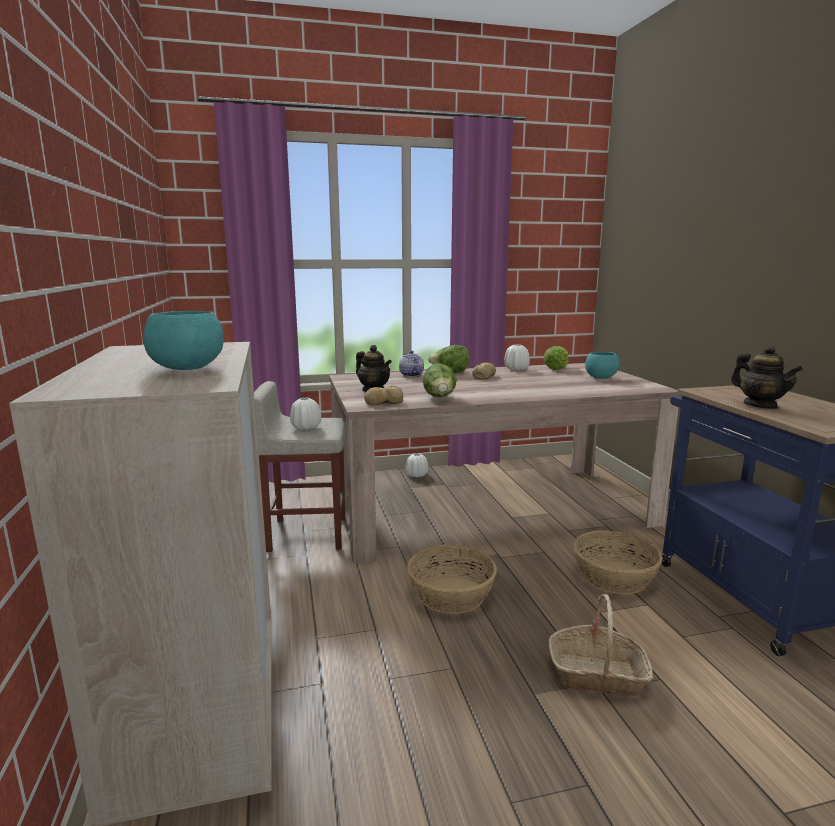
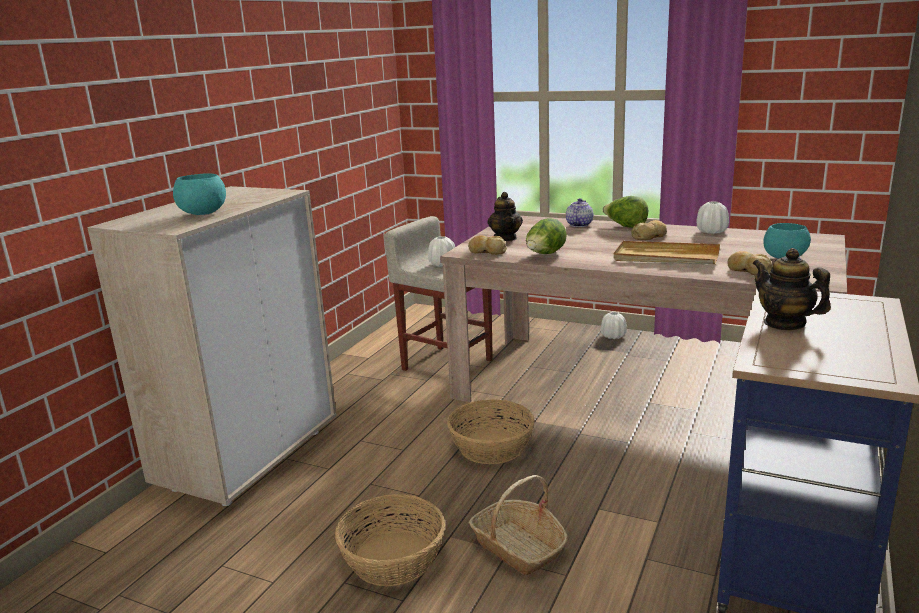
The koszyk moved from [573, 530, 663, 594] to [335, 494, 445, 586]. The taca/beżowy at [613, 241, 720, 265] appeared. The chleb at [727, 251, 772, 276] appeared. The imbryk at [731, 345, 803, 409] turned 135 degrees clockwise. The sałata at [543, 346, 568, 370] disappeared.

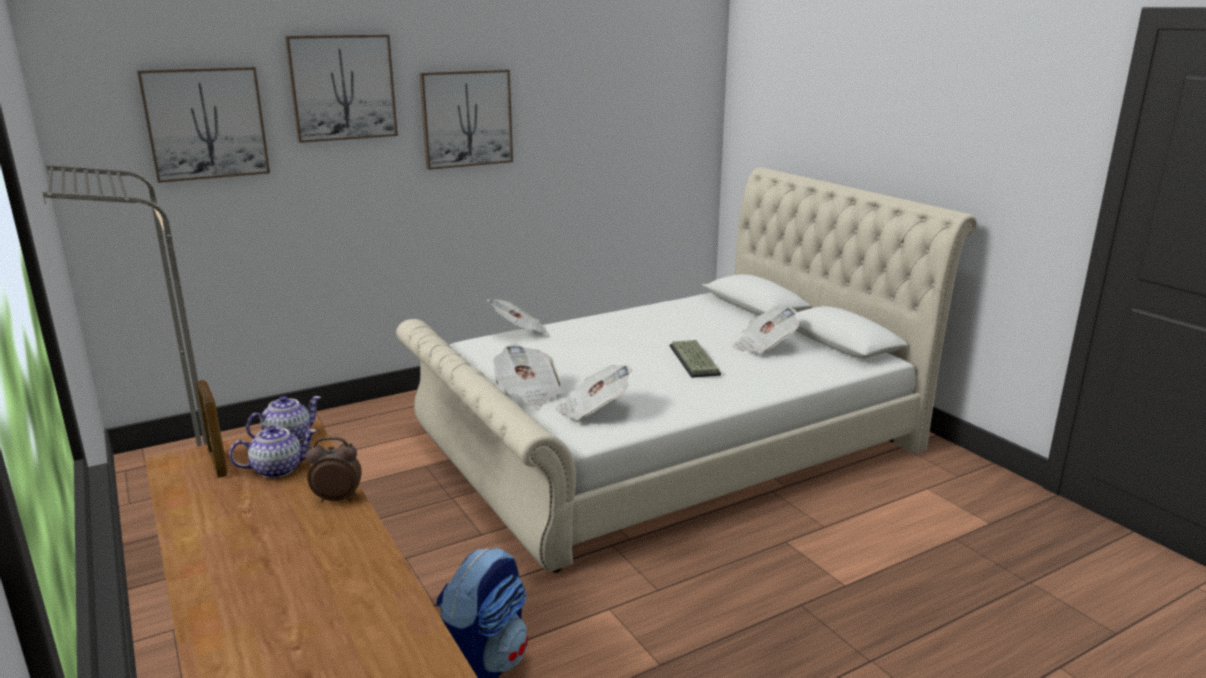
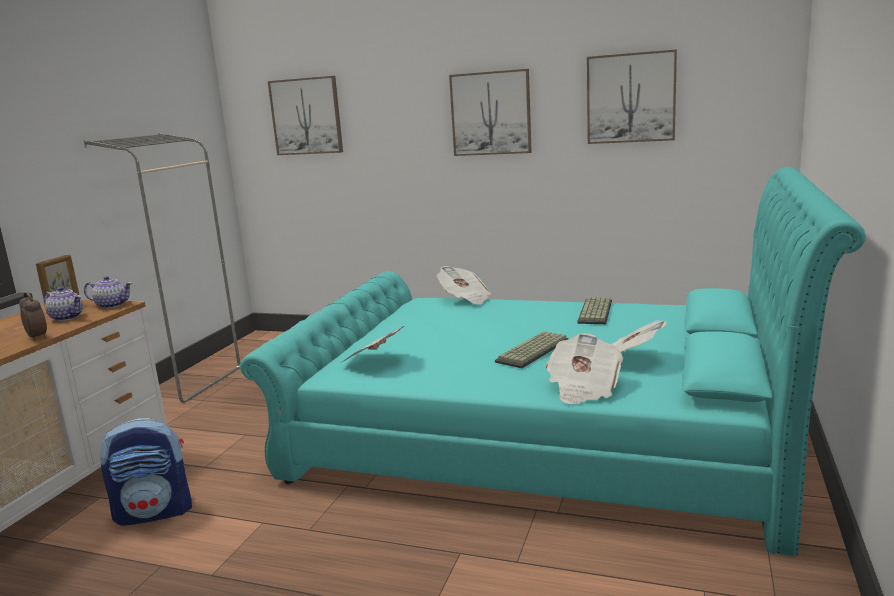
The łóżko/beżowy at [396, 167, 977, 573] became the łóżko/turkusowy at [240, 167, 866, 556]. The gazeta moved from [493, 344, 563, 408] to [546, 333, 623, 404]. The klawiatura at [577, 297, 612, 324] appeared. The obraz moved from [285, 35, 398, 143] to [587, 49, 677, 144].

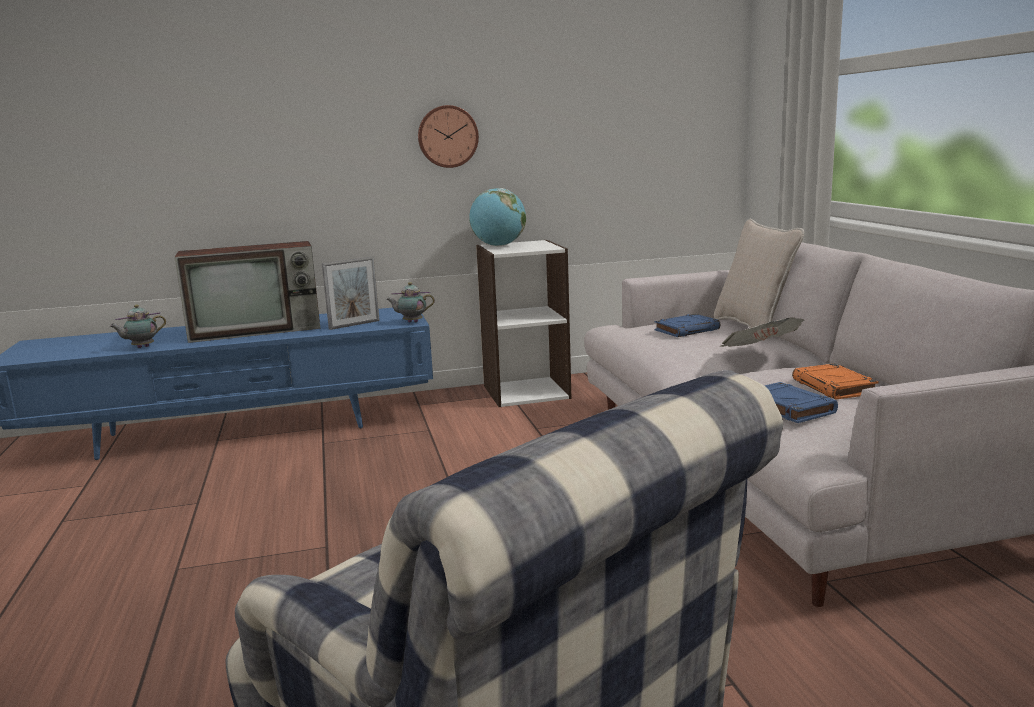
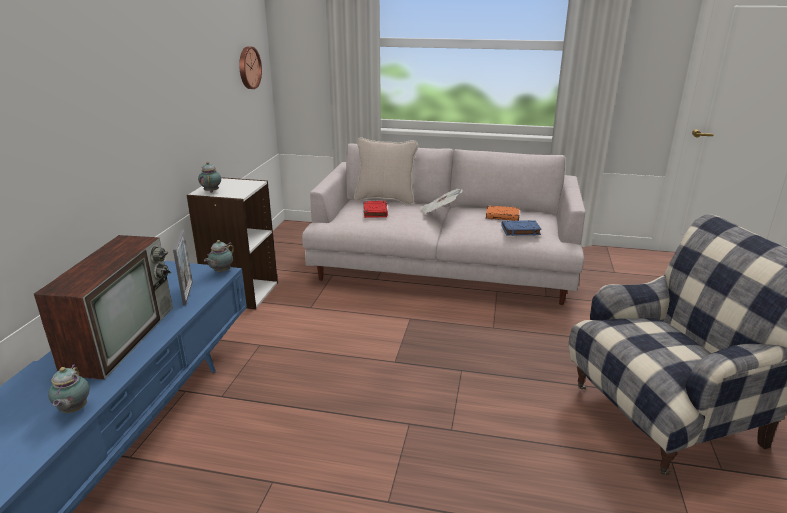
The globus at [469, 188, 526, 246] was replaced by the imbryk at [198, 162, 221, 193]. The zegar ścienny moved from [418, 105, 479, 168] to [239, 47, 262, 89]. The książka/niebieski at [654, 314, 720, 337] became the książka/czerwony at [364, 201, 388, 218].

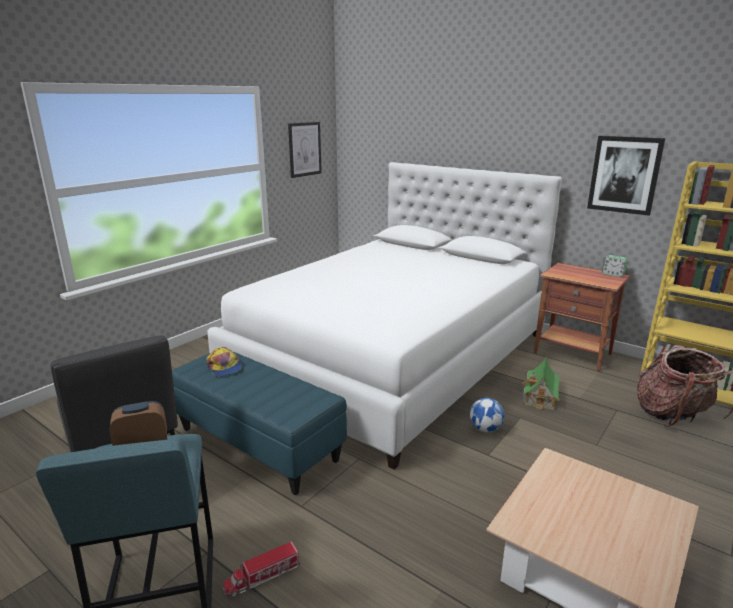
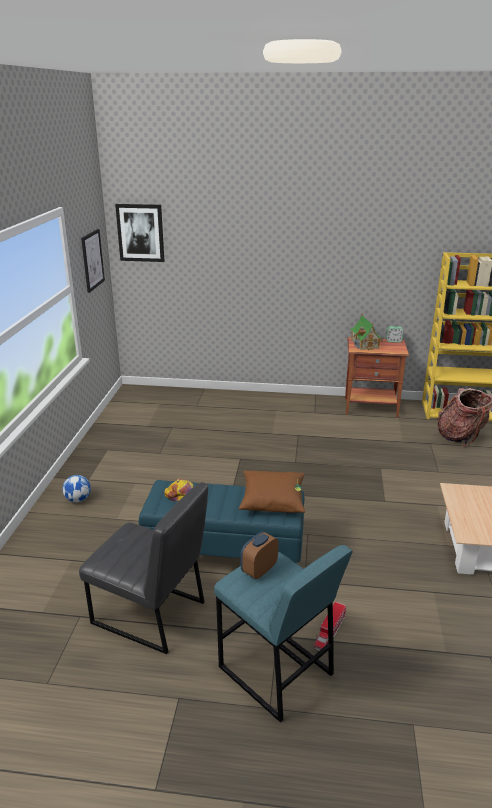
The piłka futbolowa moved from [470, 398, 505, 432] to [62, 475, 91, 502]. The obraz moved from [587, 136, 665, 216] to [115, 204, 164, 262]. The poduszka/brązowy at [239, 470, 305, 513] appeared. The domek moved from [522, 357, 562, 410] to [350, 314, 384, 350]. The łóżko/biały at [207, 162, 562, 470] disappeared.

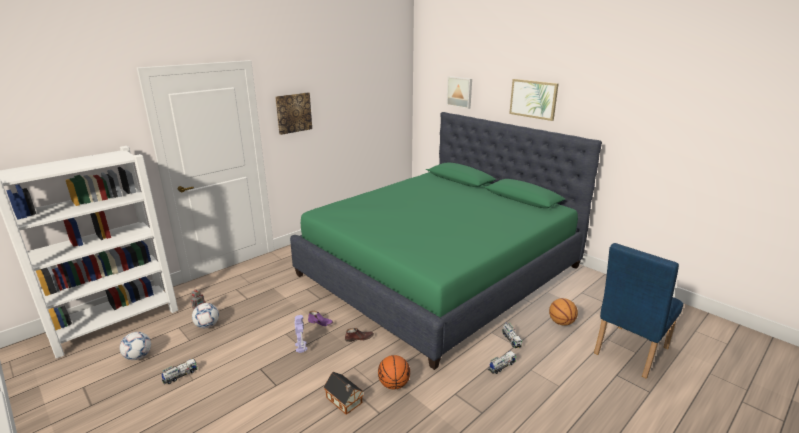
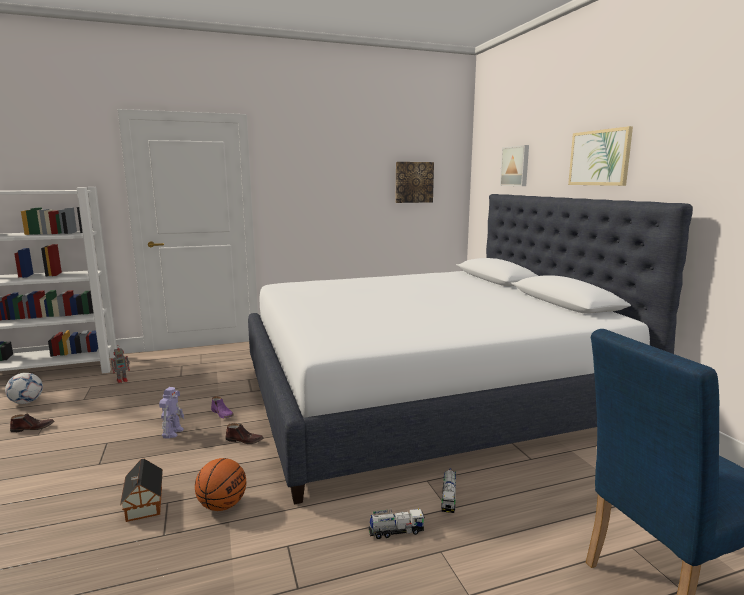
The ciężarówka zabawkowa at [162, 358, 197, 384] was replaced by the but/brązowy at [10, 413, 55, 432]. The łóżko/zielony at [290, 112, 602, 370] became the łóżko/biały at [248, 194, 693, 504]. The obraz moved from [275, 93, 312, 135] to [396, 162, 434, 203]. The piłka futbolowa at [192, 303, 219, 328] disappeared. The piłka do koszykówki at [549, 298, 578, 326] disappeared.

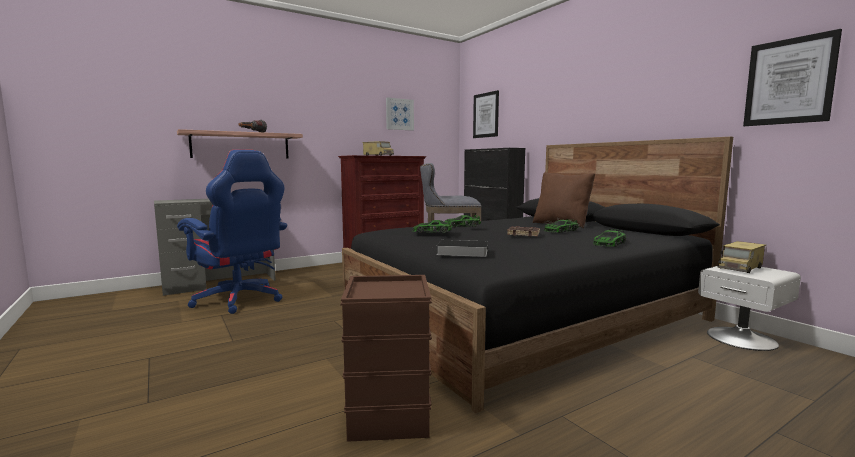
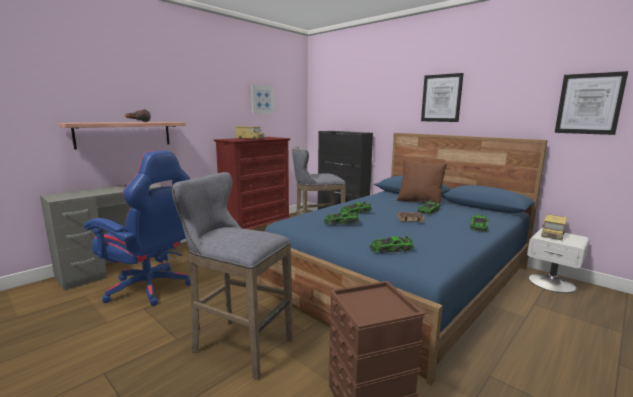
The stołek/szary at [172, 172, 293, 380] appeared. The łóżko/czarny at [342, 137, 733, 413] became the łóżko/niebieski at [257, 133, 548, 385]. The książka at [437, 240, 488, 257] was replaced by the samochodzik at [369, 236, 414, 253]. The obraz moved from [473, 90, 499, 138] to [421, 73, 464, 122].

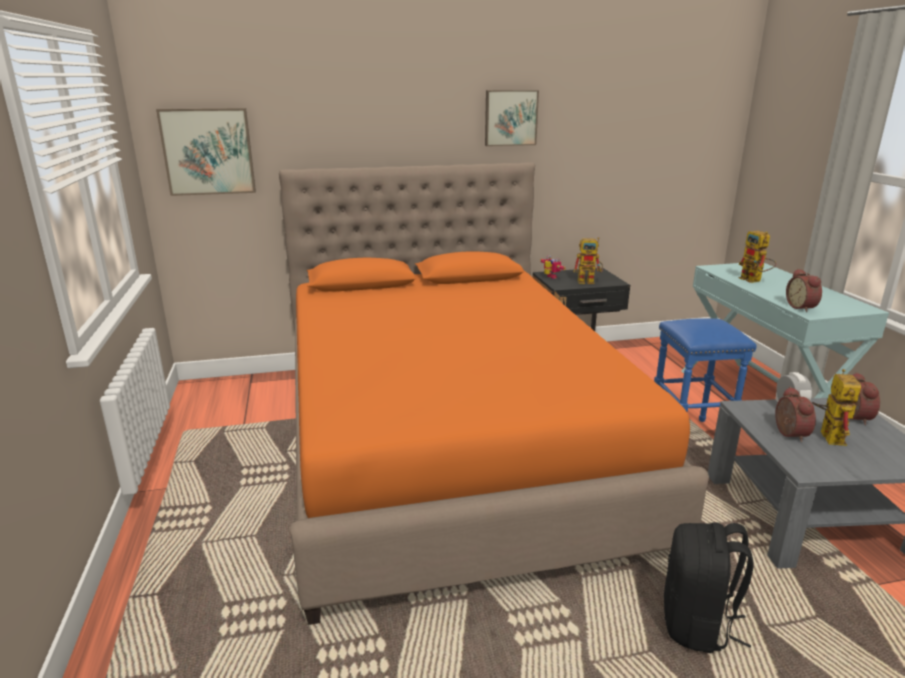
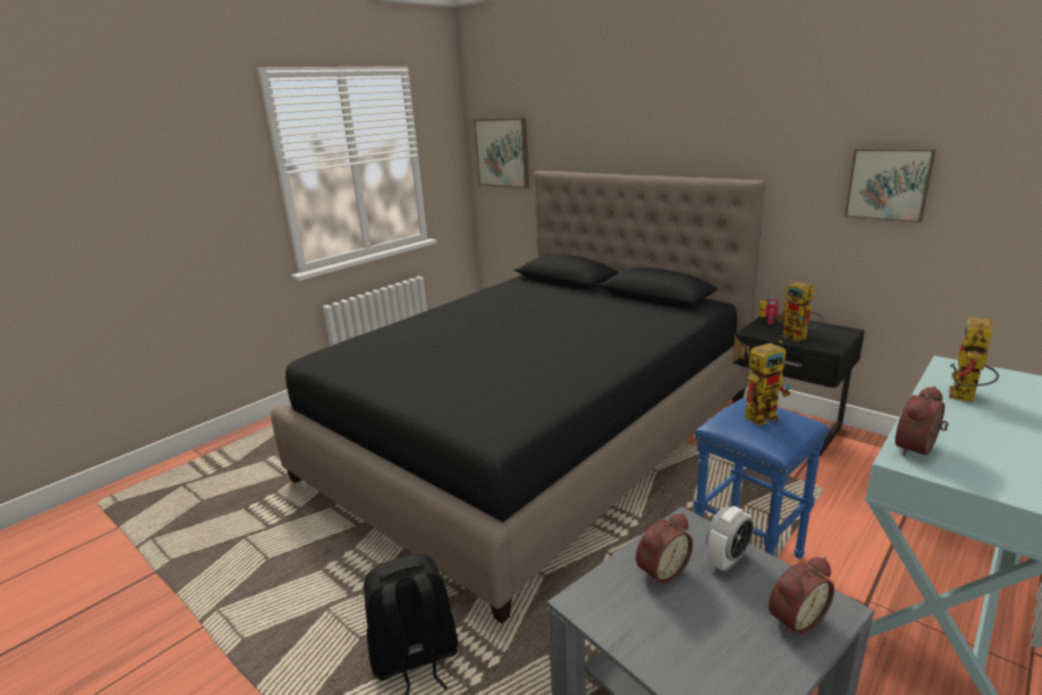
The łóżko/pomarańczowy at [279, 162, 709, 625] became the łóżko/czarny at [270, 171, 766, 624]. The robot zabawkowy moved from [812, 369, 861, 446] to [744, 340, 791, 426]. The obraz moved from [485, 90, 539, 146] to [844, 148, 936, 223].

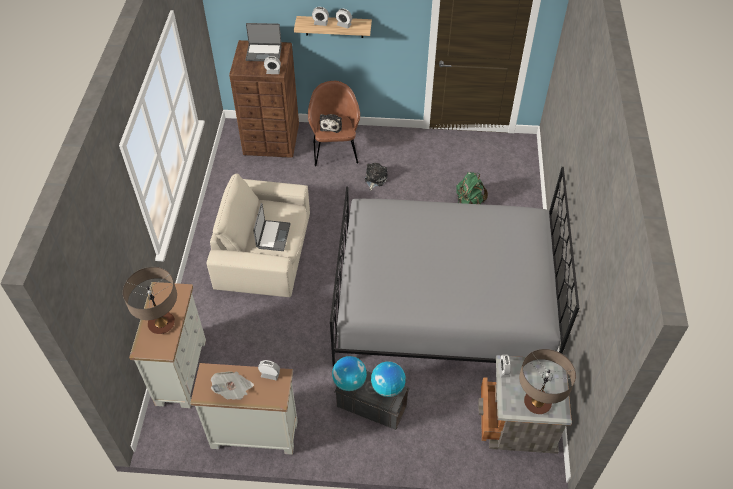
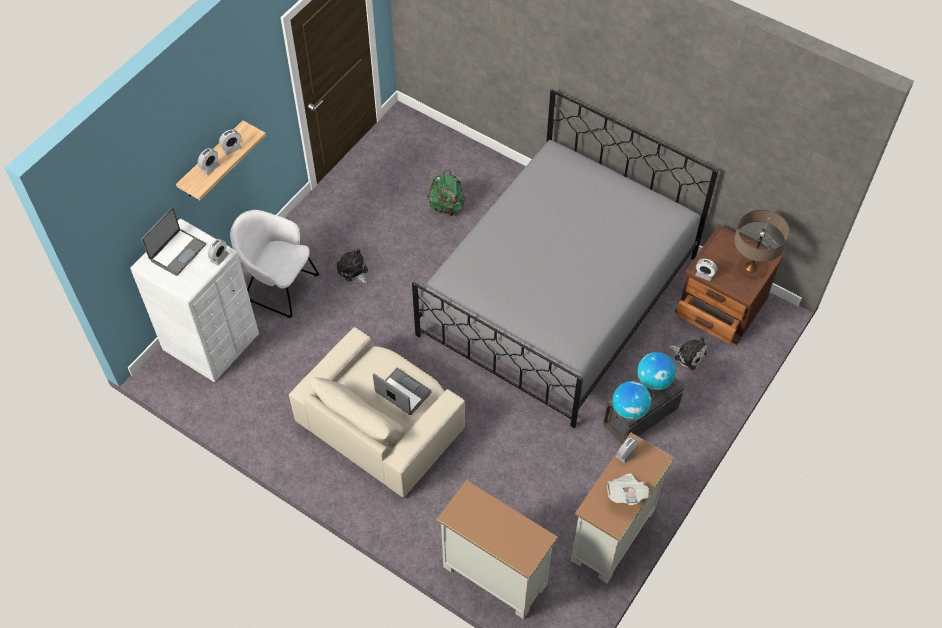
The komoda/brązowy at [229, 40, 299, 158] became the komoda/biały at [130, 219, 259, 382]. The fotel/brązowy at [308, 81, 360, 166] became the fotel/biały at [230, 210, 319, 318]. The pluszak moved from [320, 114, 342, 133] to [669, 337, 707, 370]. The szafka nocna/szary at [478, 355, 572, 454] became the szafka nocna/brązowy at [675, 224, 783, 345]. The lampa stołowa at [123, 267, 177, 334] disappeared.

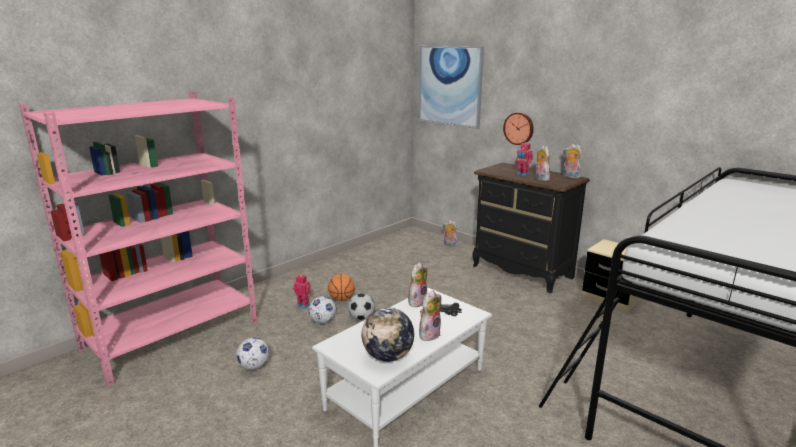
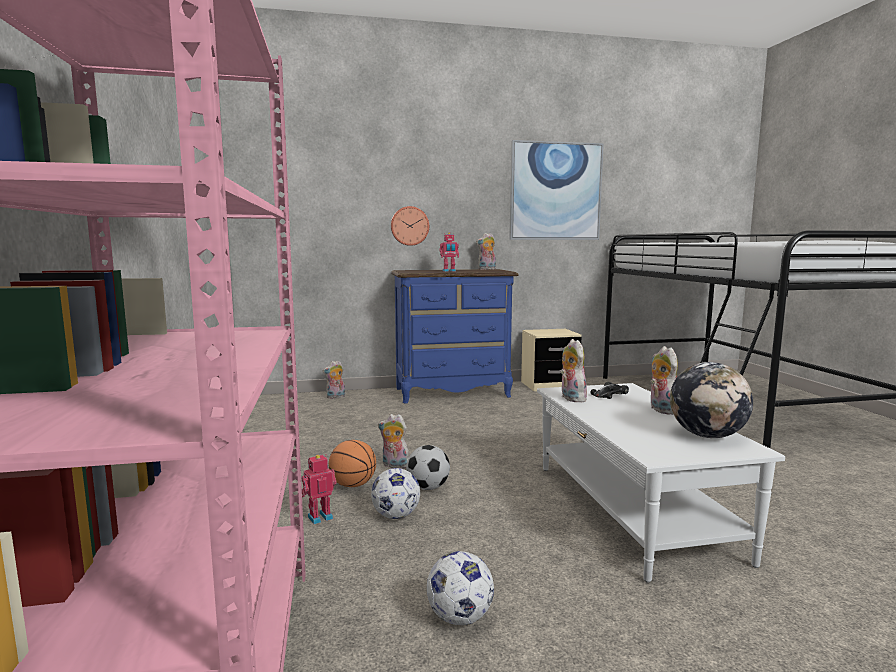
The pluszak moved from [536, 146, 550, 181] to [378, 414, 409, 469]. The komoda/czarny at [472, 162, 590, 293] became the komoda/niebieski at [391, 269, 519, 404]. The obraz moved from [419, 46, 484, 129] to [509, 140, 604, 240].

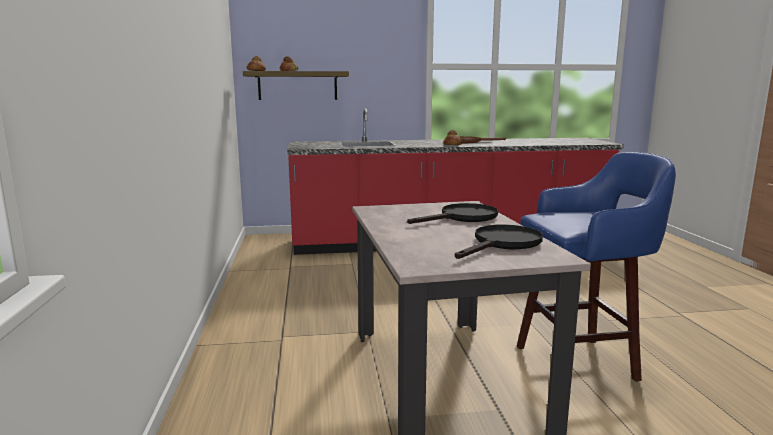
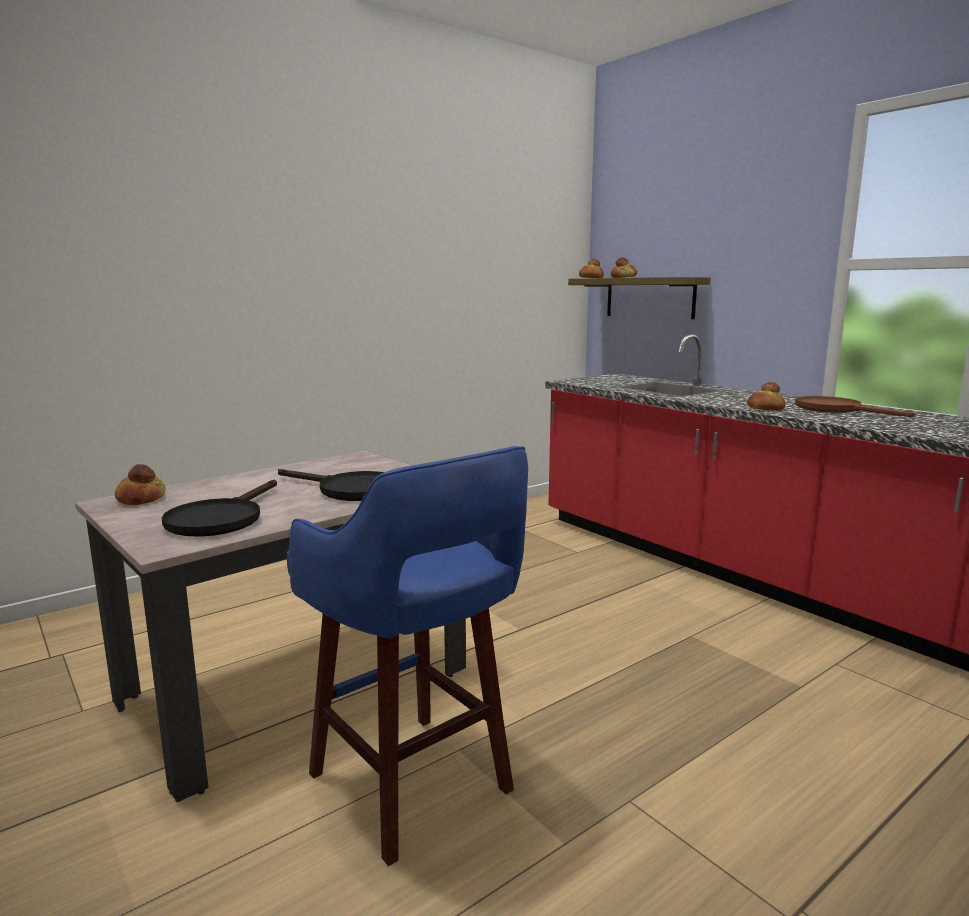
The chleb at [115, 464, 166, 505] appeared. The patelnia/czarny at [455, 225, 543, 259] turned 90 degrees clockwise.

